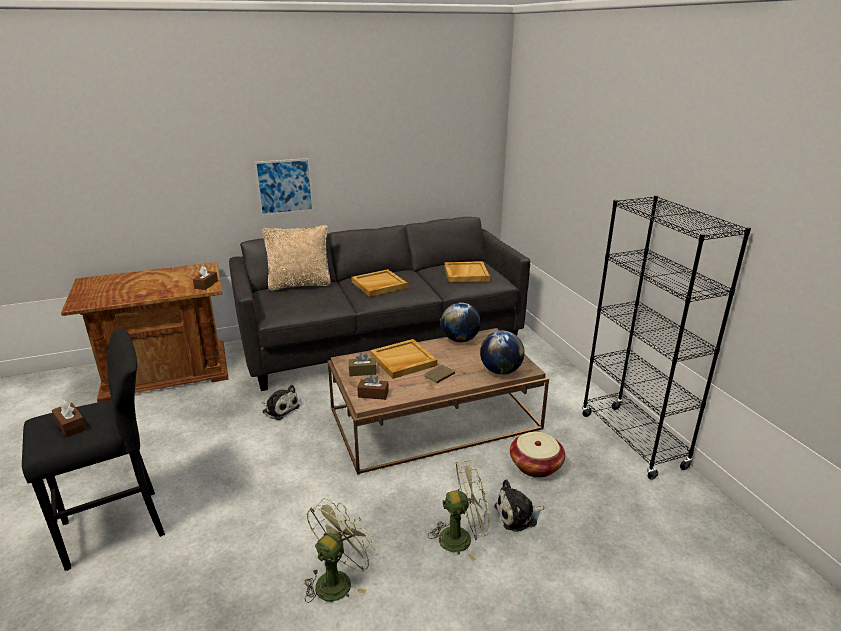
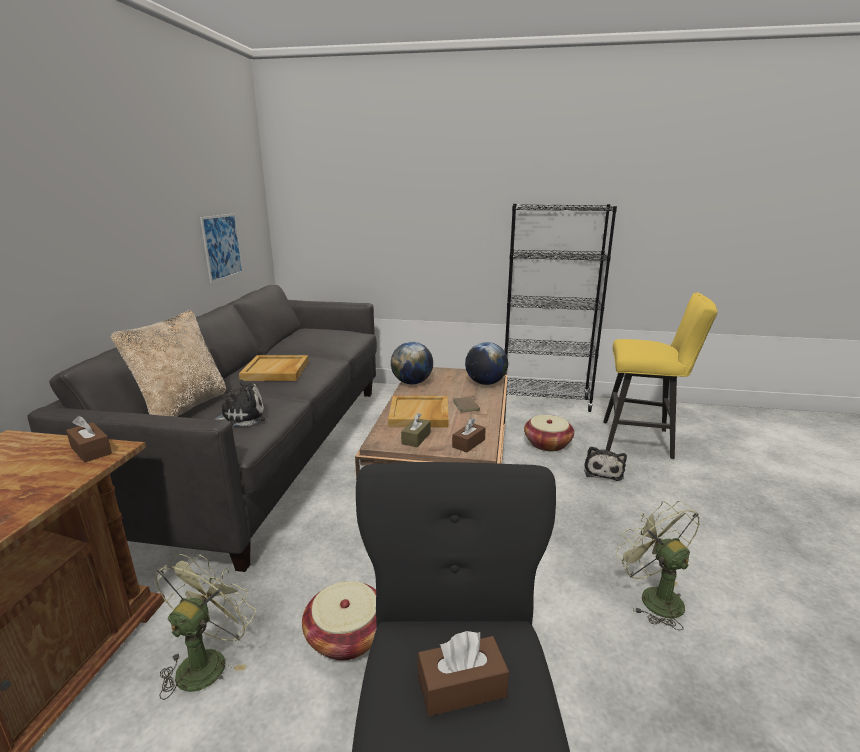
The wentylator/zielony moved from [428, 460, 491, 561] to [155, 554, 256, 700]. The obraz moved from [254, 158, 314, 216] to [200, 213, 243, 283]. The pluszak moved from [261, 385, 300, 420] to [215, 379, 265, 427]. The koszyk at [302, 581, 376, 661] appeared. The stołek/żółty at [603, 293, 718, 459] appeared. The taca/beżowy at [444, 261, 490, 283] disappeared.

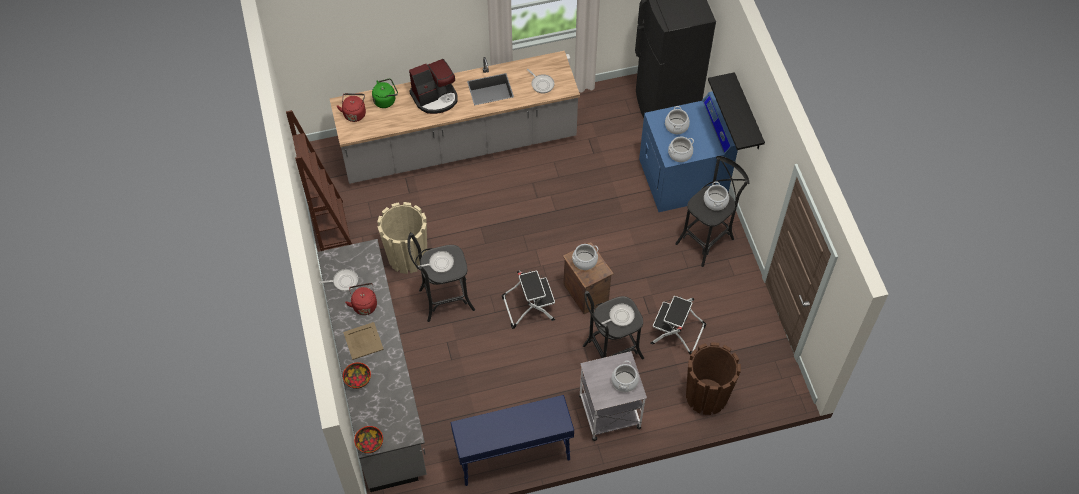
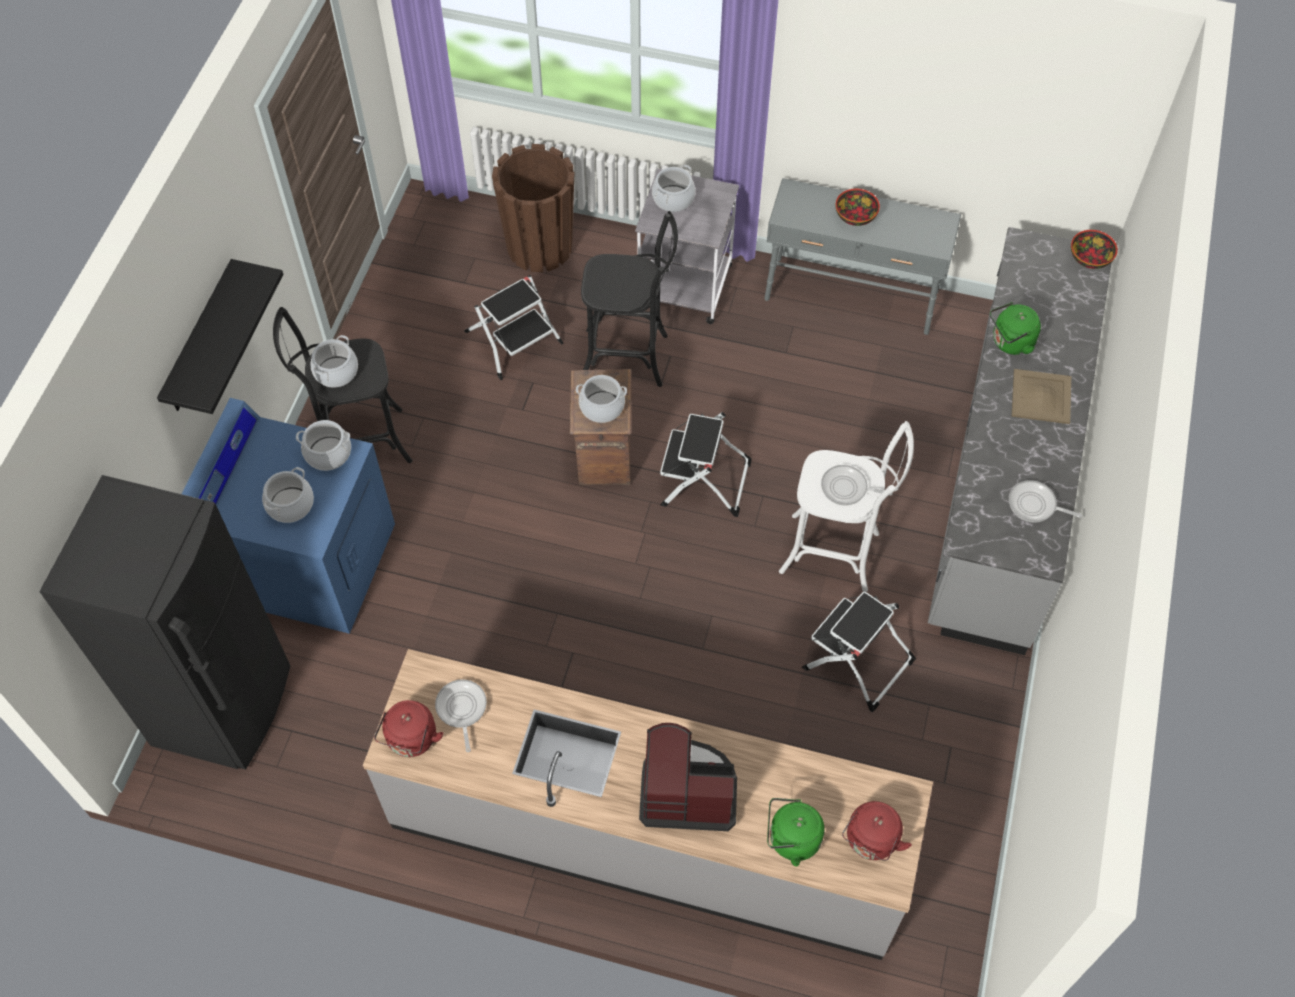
The czajnik/czerwony moved from [345, 283, 377, 315] to [374, 700, 443, 757]. The stolik konsolowy/niebieski at [450, 395, 574, 486] became the stolik konsolowy/szary at [764, 178, 961, 335]. The stołek/czarny at [407, 232, 475, 322] became the stołek/biały at [779, 421, 914, 592]. The donica/beżowy at [377, 202, 427, 274] was replaced by the drabinka at [802, 592, 916, 712]. The miska moved from [343, 362, 371, 389] to [835, 189, 880, 226]. The czajnik/zielony at [990, 302, 1041, 355] appeared. The regał/brązowy at [286, 110, 352, 251] disappeared. The patelnia at [600, 304, 635, 326] disappeared.

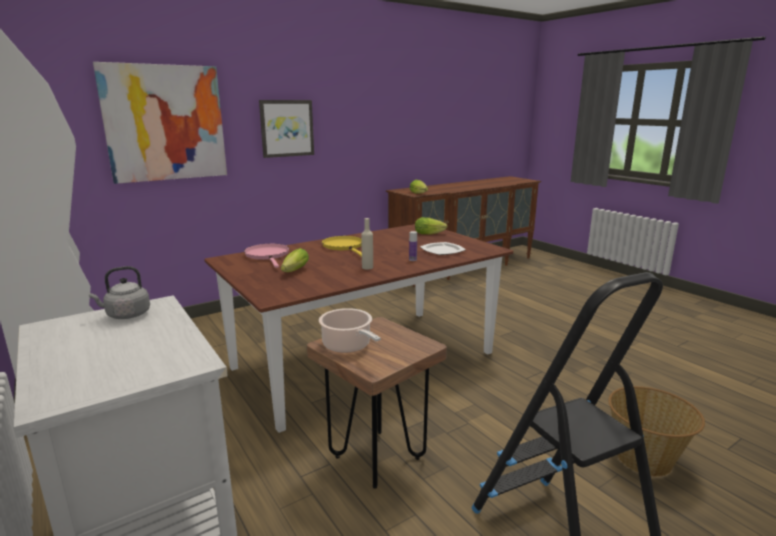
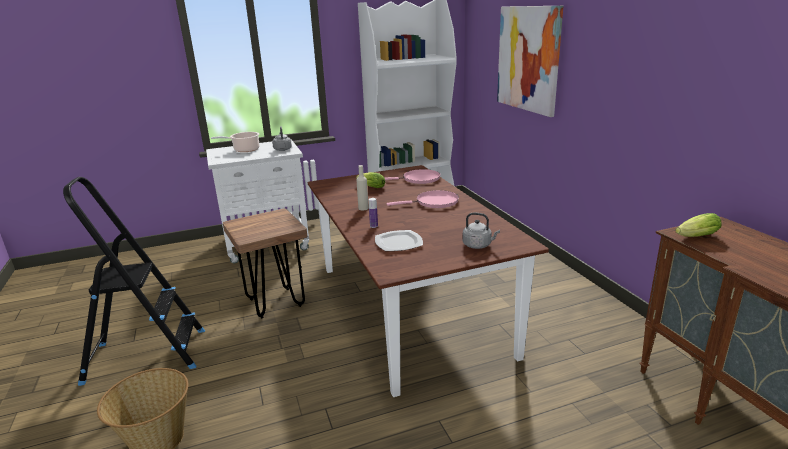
The garnek moved from [319, 308, 381, 353] to [211, 132, 260, 152]. The patelnia/żółty at [322, 236, 362, 257] became the patelnia/różowy at [387, 190, 459, 208]. The sałata at [415, 217, 447, 235] was replaced by the czajnik/szary at [463, 213, 500, 249]. The obraz at [259, 100, 314, 158] disappeared.

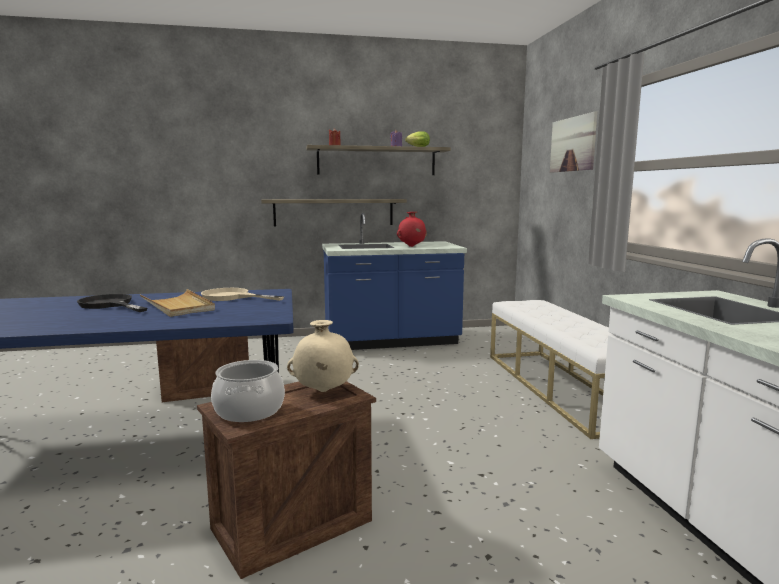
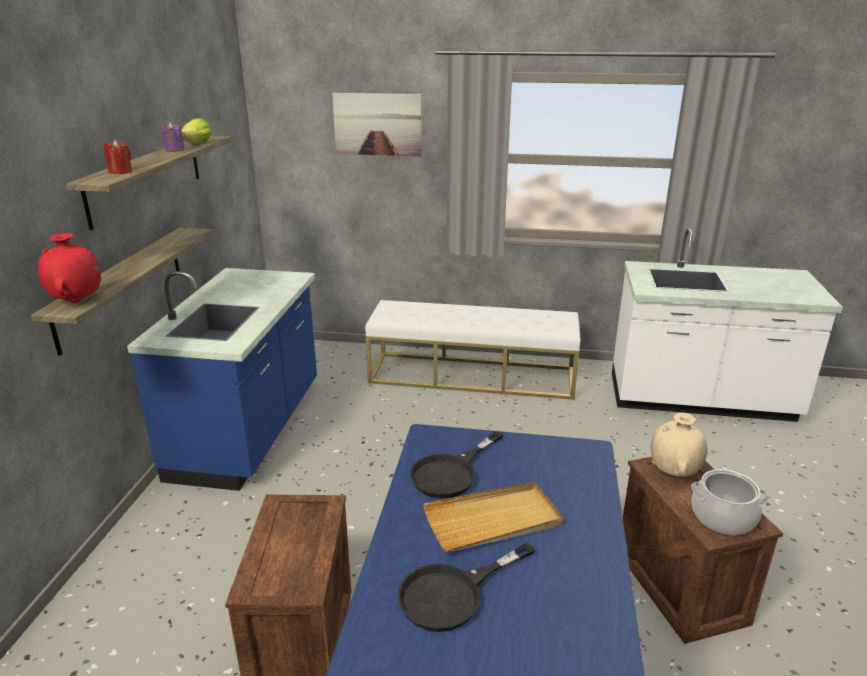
The wazon/czerwony moved from [397, 212, 427, 247] to [38, 233, 101, 303]. The patelnia/beżowy at [201, 288, 284, 301] became the patelnia/czarny at [410, 431, 503, 498].

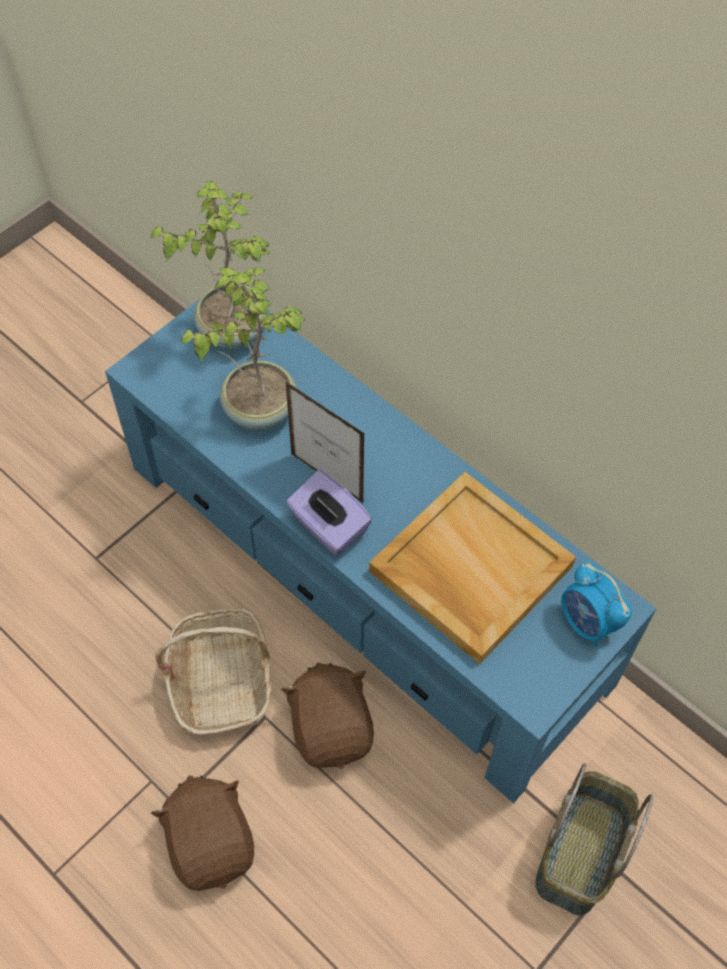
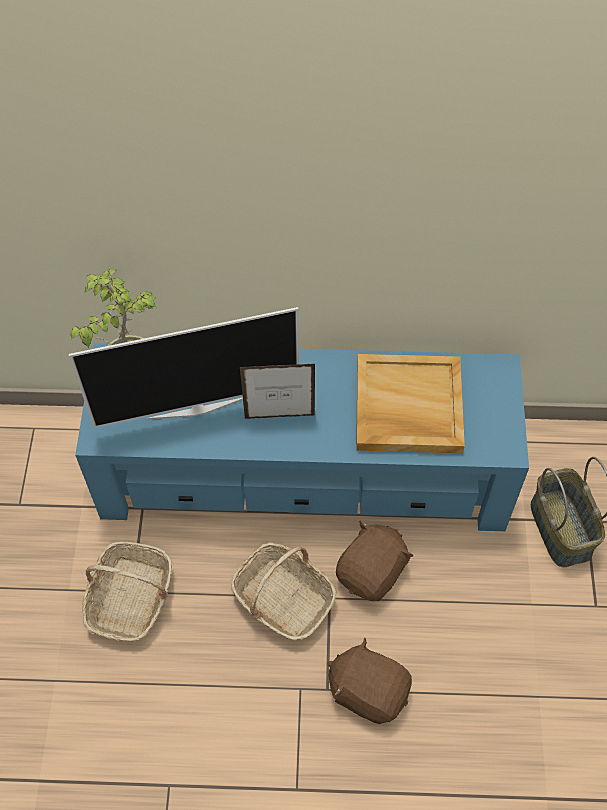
The roślina doniczkowa at [181, 267, 305, 430] was replaced by the telewizor at [69, 307, 299, 428]. The koszyk at [82, 541, 172, 642] appeared. The pluszak/brązowy at [281, 662, 374, 769] turned 90 degrees clockwise. The pudełko chusteczek/fioletowy at [287, 470, 372, 556] disappeared. The budzik at [561, 562, 632, 647] disappeared.

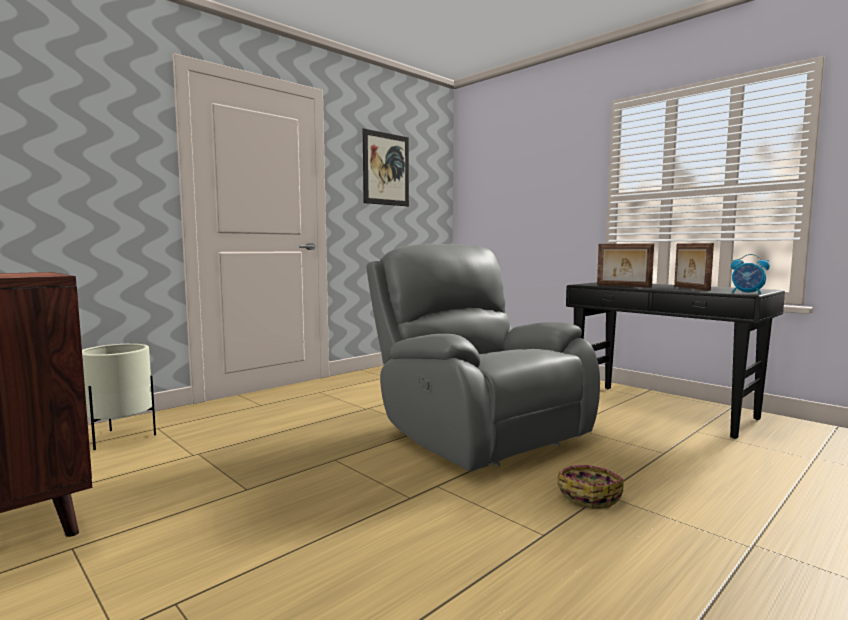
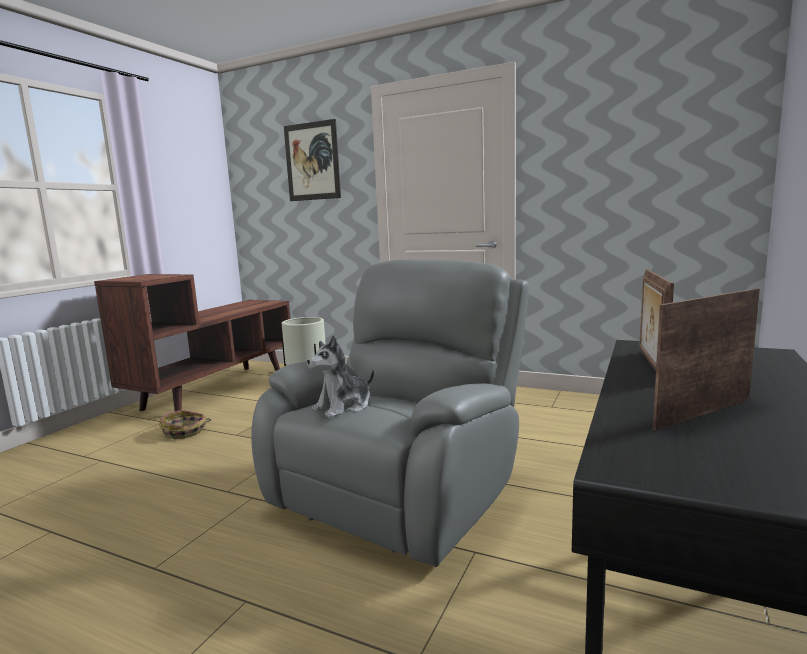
The koszyk moved from [558, 465, 624, 509] to [159, 410, 211, 439]. The obraz moved from [363, 128, 409, 206] to [284, 119, 341, 201]. The pluszak at [307, 335, 374, 418] appeared. The budzik at [731, 254, 770, 294] disappeared.

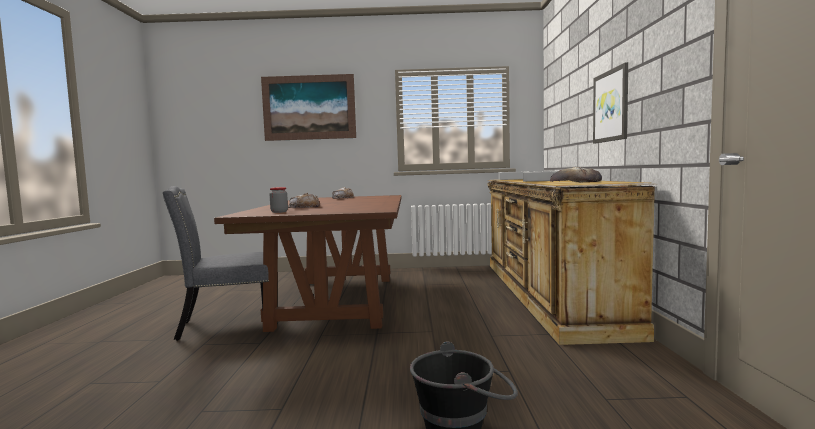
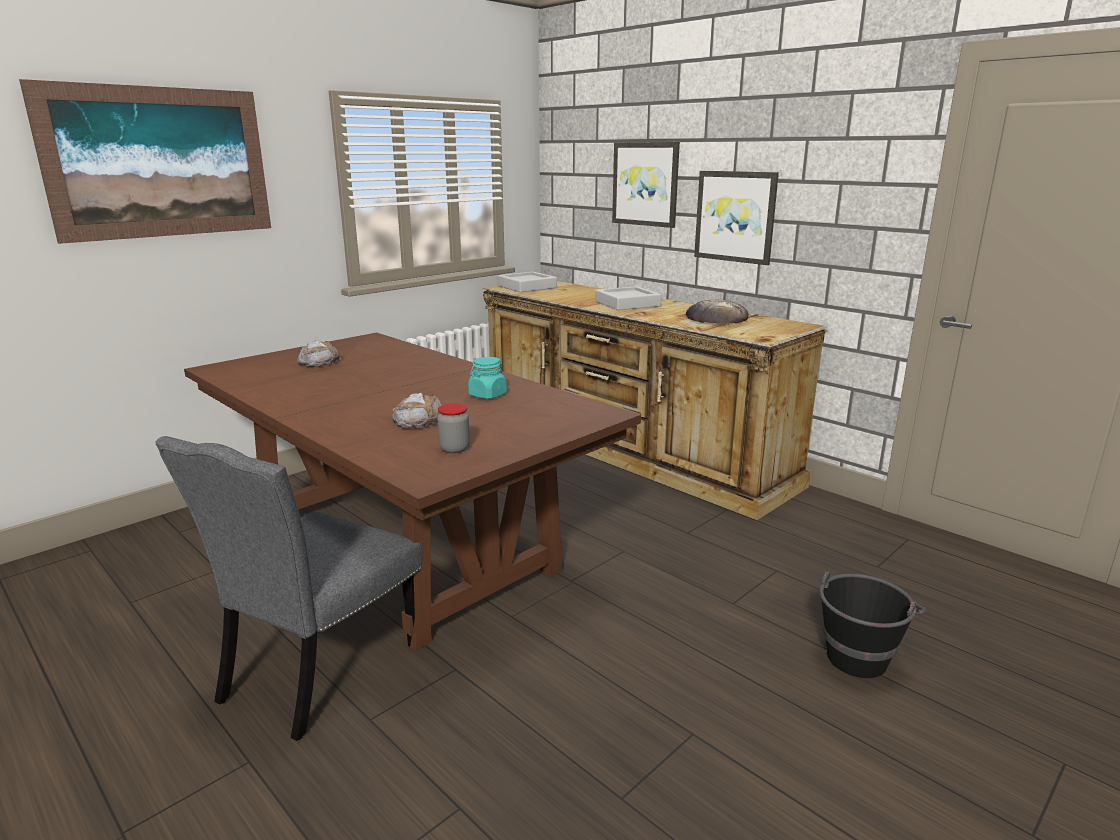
The słoik/turkusowy at [468, 357, 507, 399] appeared. The obraz at [612, 142, 680, 228] appeared.

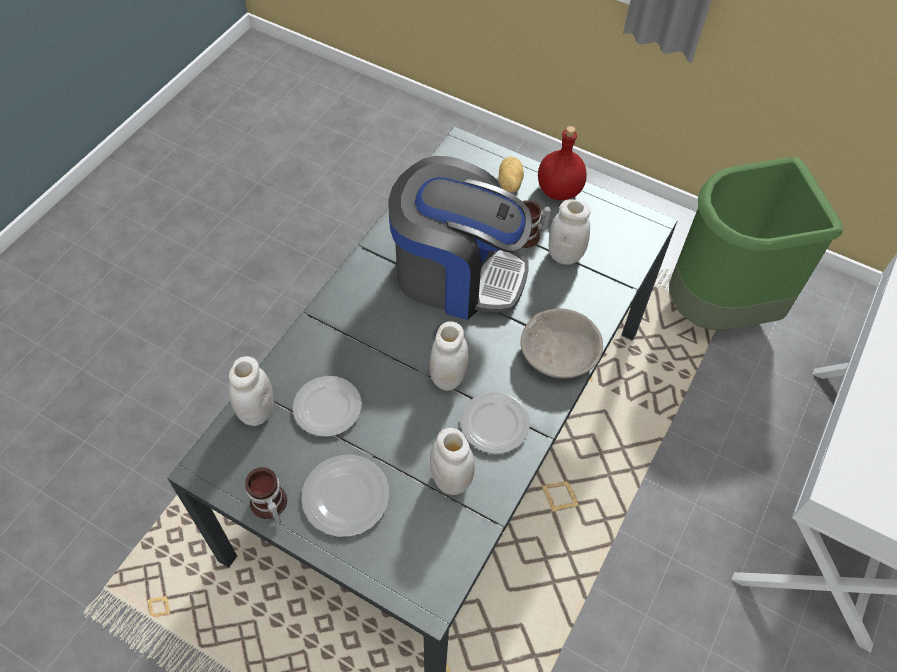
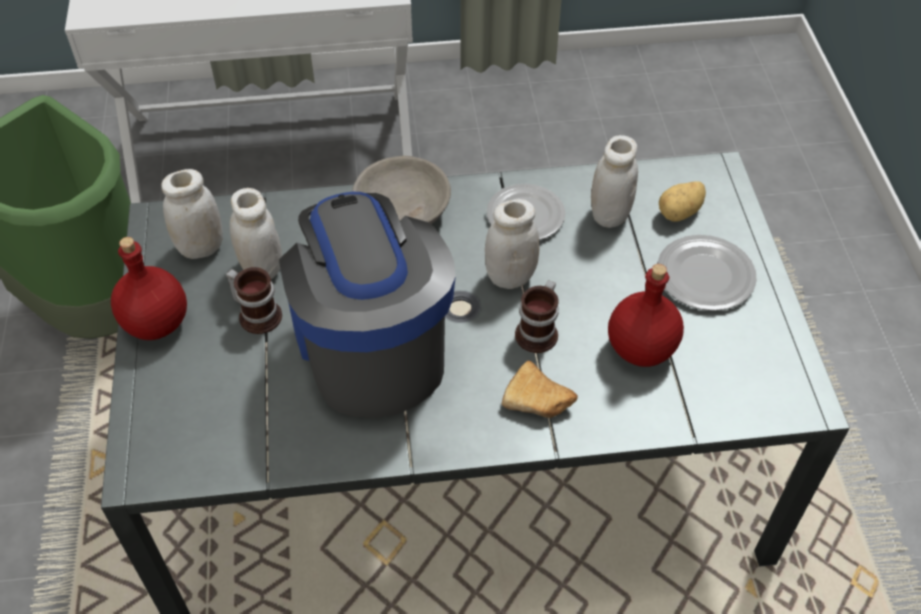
The słoik/biały moved from [229, 356, 274, 426] to [161, 169, 223, 259]. The chleb at [502, 361, 578, 418] appeared. The kubek moved from [245, 467, 287, 524] to [515, 280, 559, 353]. The talerz at [293, 376, 362, 437] was replaced by the butelka/czerwony at [608, 264, 684, 367]. The ziemniak moved from [499, 156, 524, 192] to [659, 181, 706, 222].

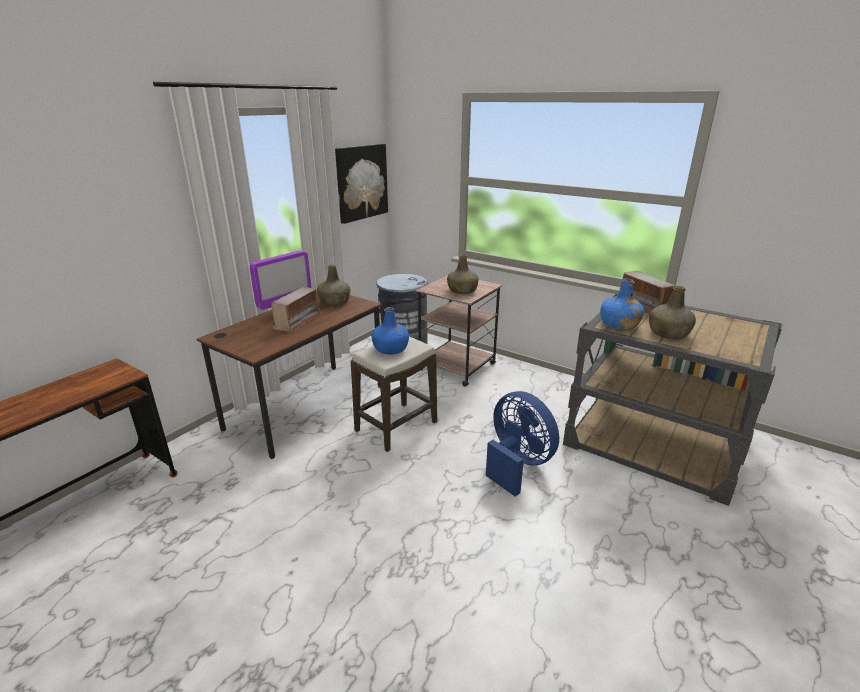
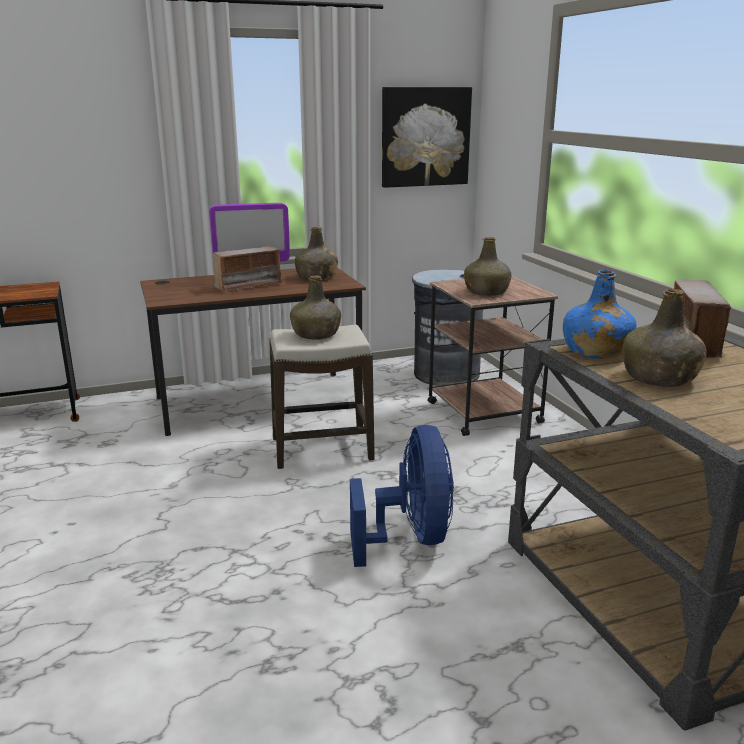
The butelka/niebieski at [371, 307, 409, 354] became the butelka/zielony at [290, 275, 341, 340].

